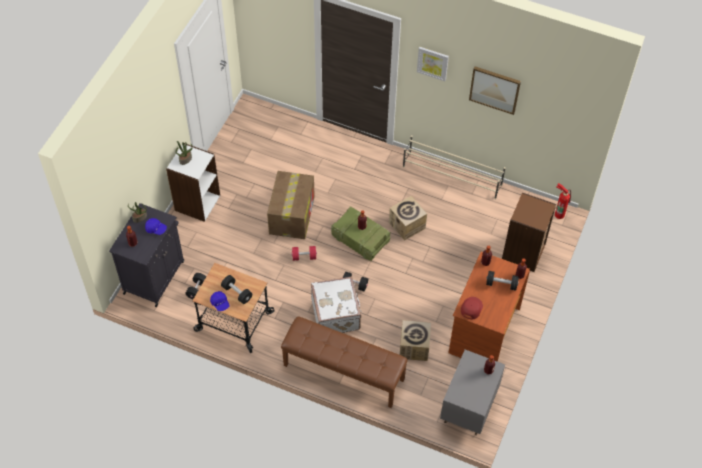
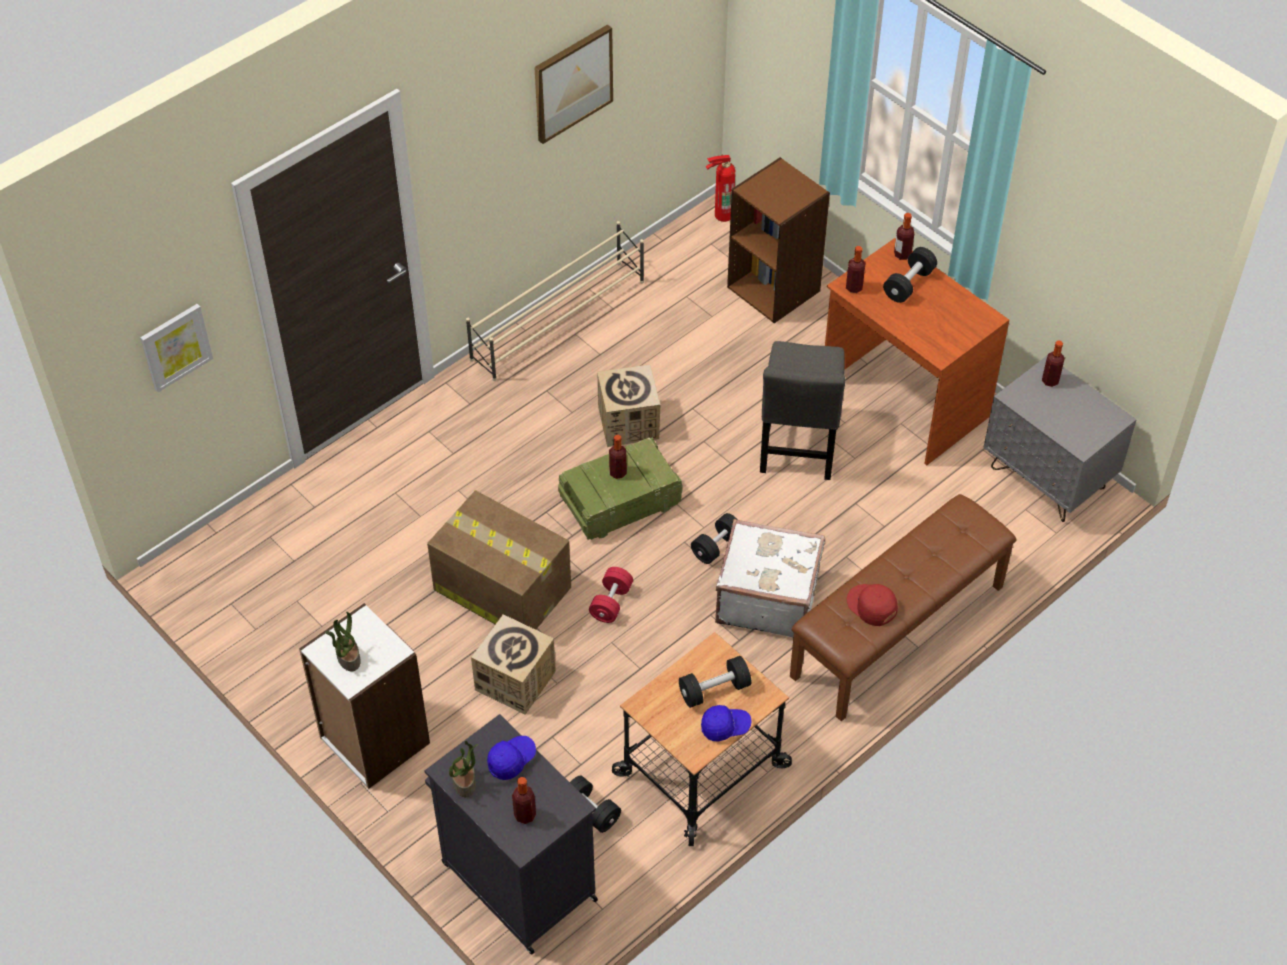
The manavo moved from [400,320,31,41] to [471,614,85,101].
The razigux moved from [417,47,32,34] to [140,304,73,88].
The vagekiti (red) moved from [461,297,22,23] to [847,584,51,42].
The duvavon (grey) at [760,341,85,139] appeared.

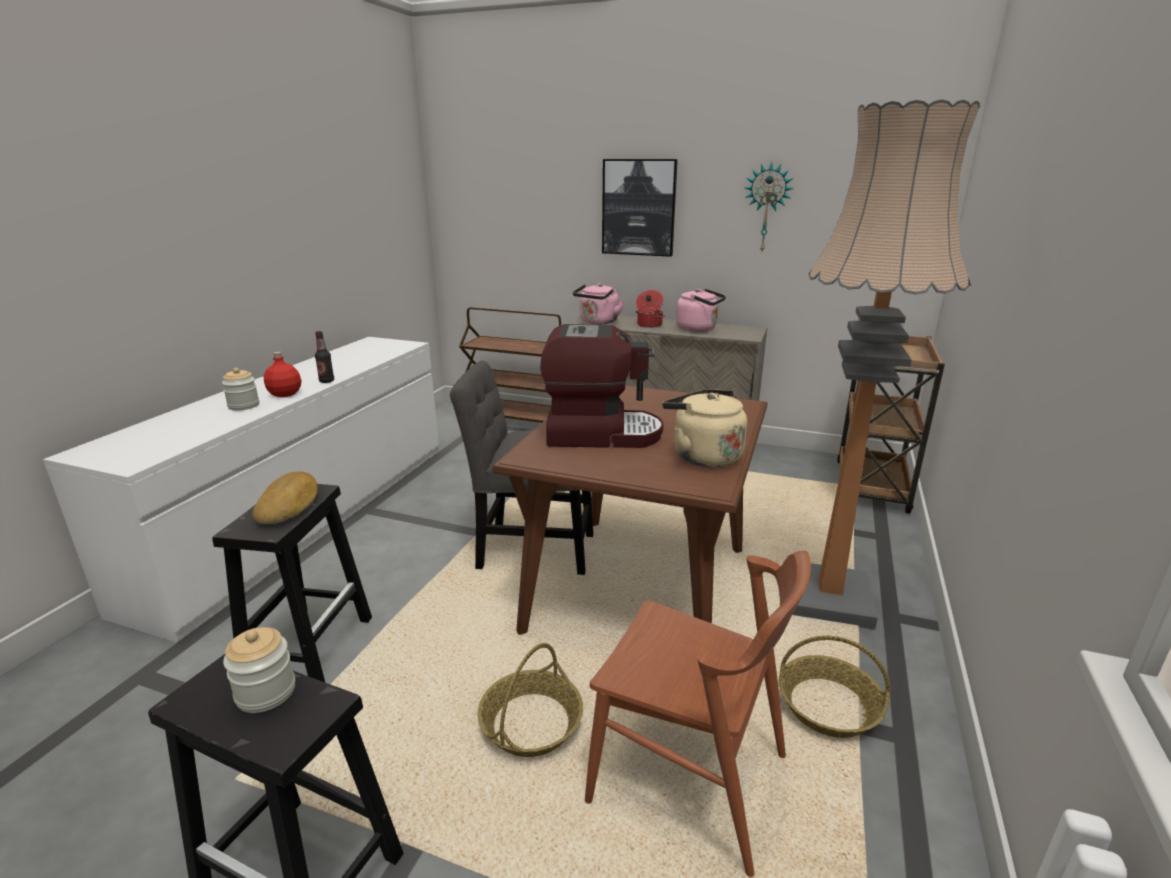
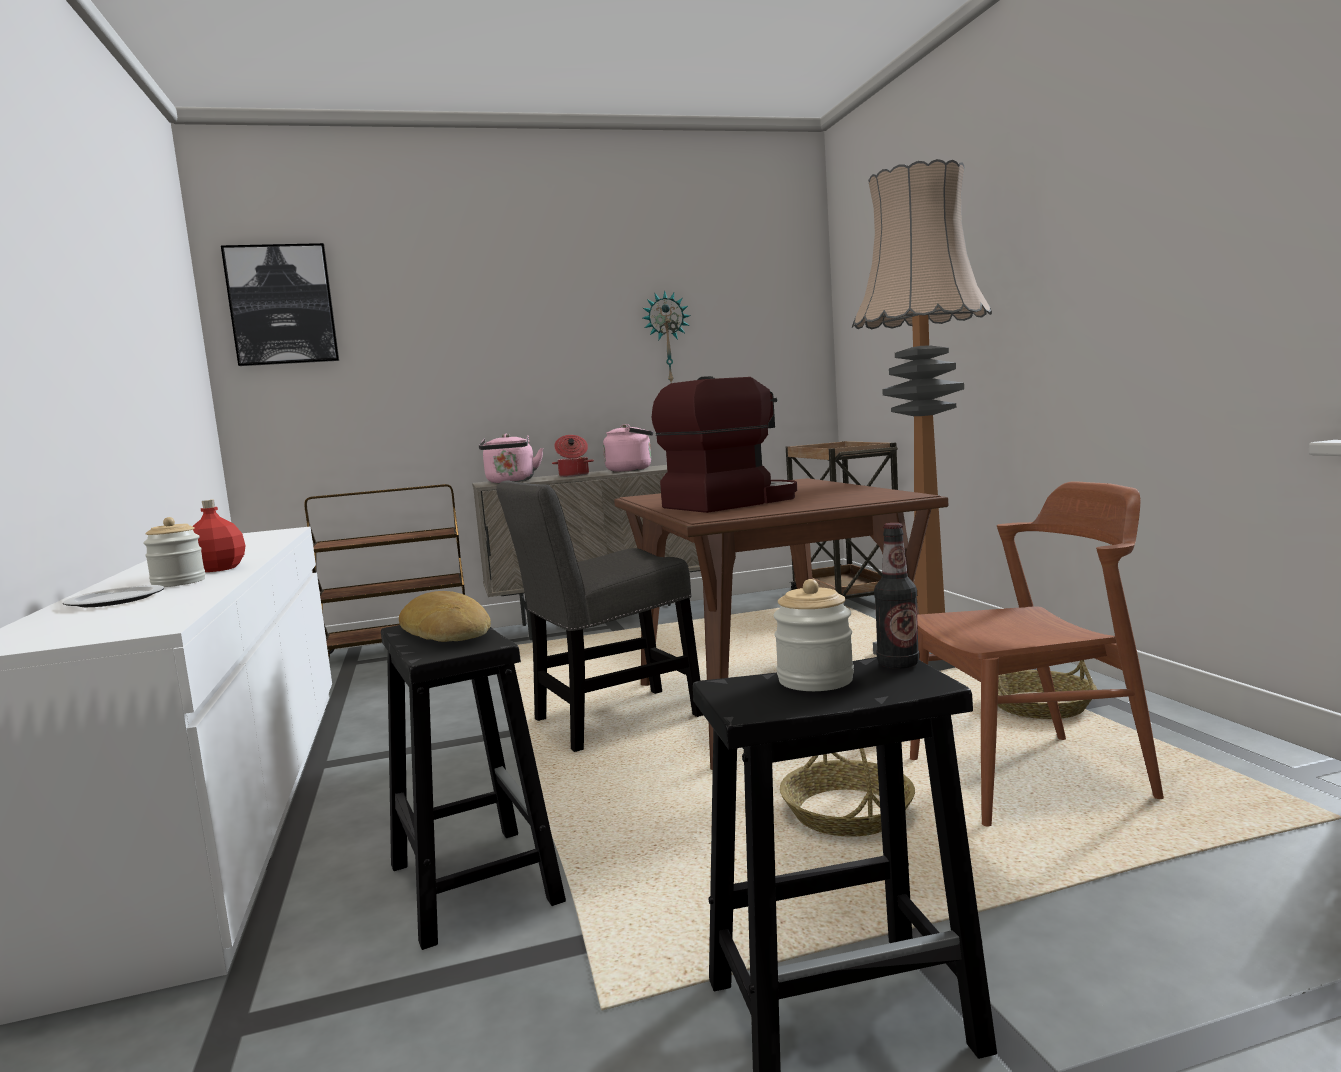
The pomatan moved from [315,331,19,52] to [874,523,45,146].
The razigux moved from [602,159,76,98] to [221,243,118,123].
The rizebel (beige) at [662,389,85,78] disappeared.
The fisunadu at [63,585,101,22] appeared.

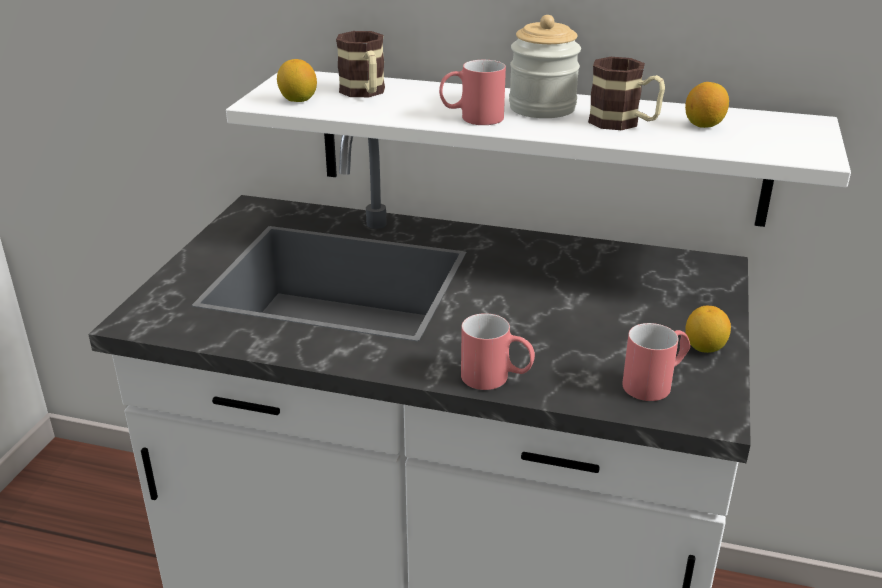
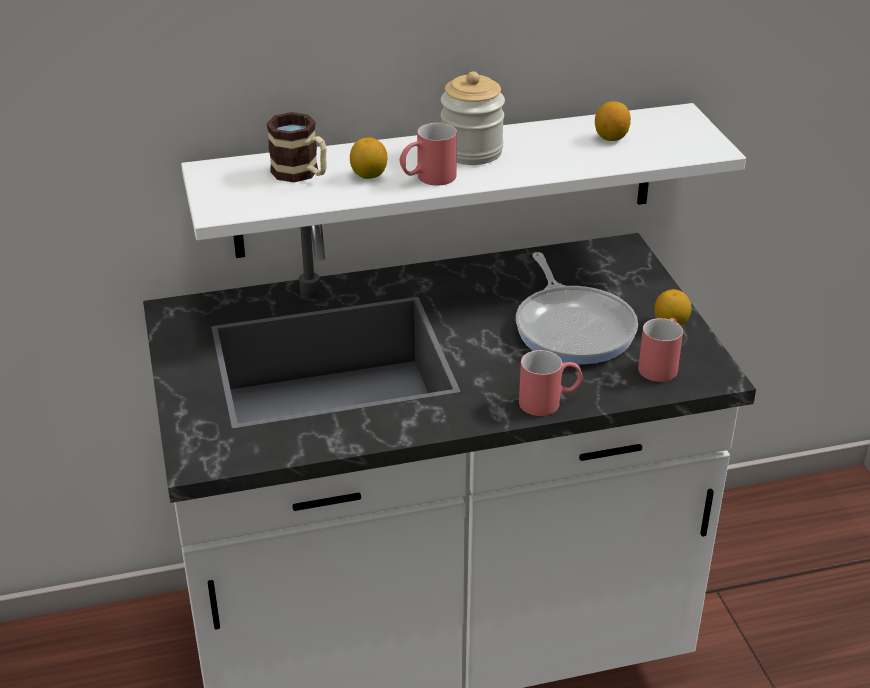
The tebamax moved from [277,59,40,43] to [350,137,37,42].
The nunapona at [588,57,77,73] disappeared.
The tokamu at [516,252,122,112] appeared.

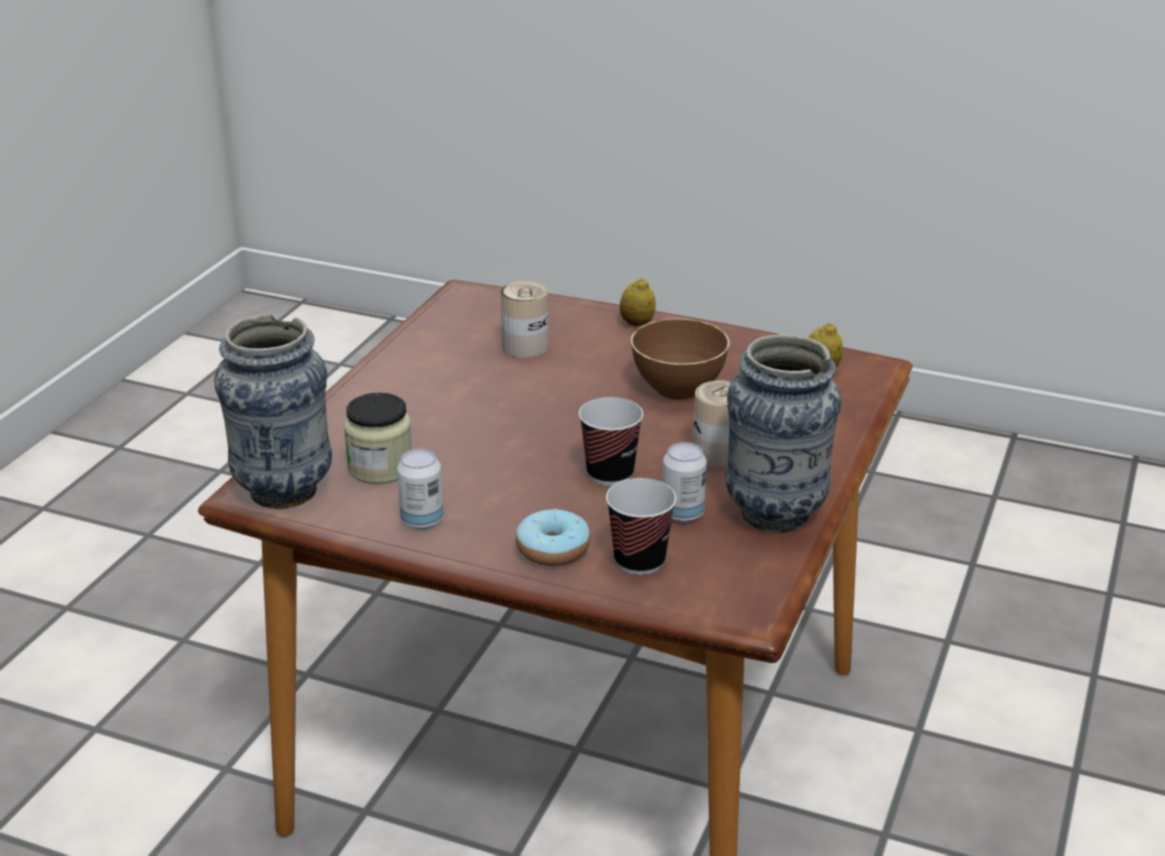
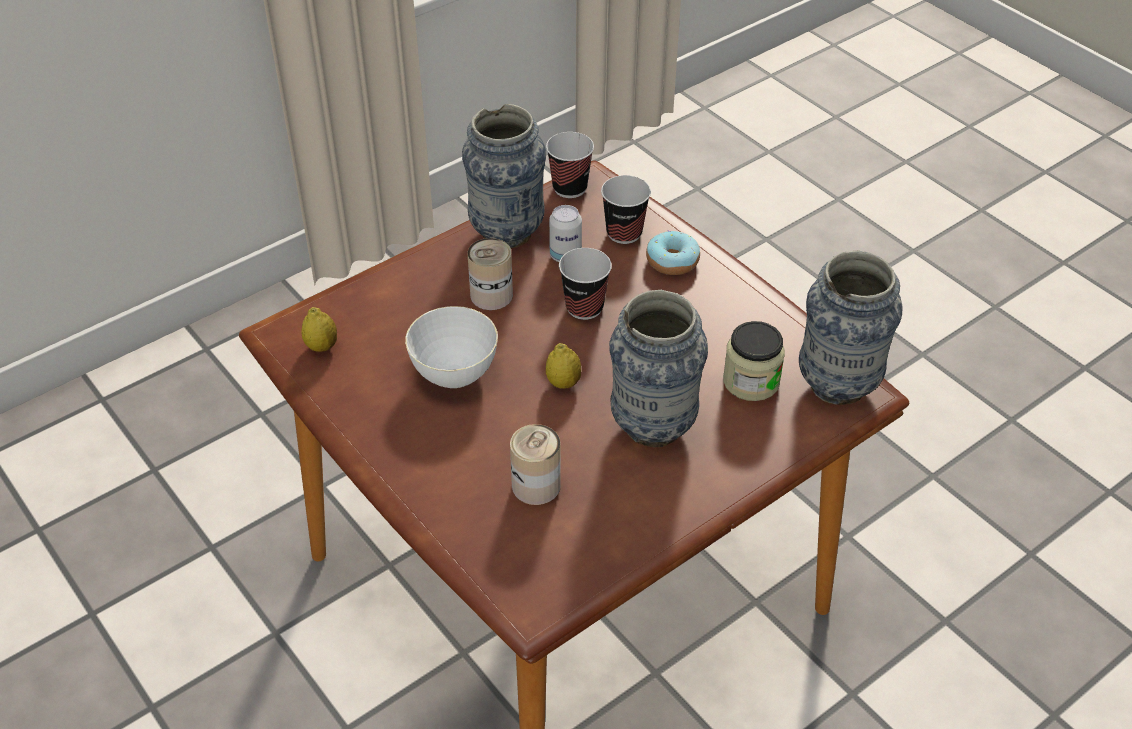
The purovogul at [397,449,47,80] disappeared.
The tebamax moved from [620,278,36,48] to [546,343,35,46].
The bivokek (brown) at [631,319,98,81] became the bivokek (white) at [405,306,93,82].
The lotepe at [546,132,48,66] appeared.
The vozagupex at [609,290,99,157] appeared.

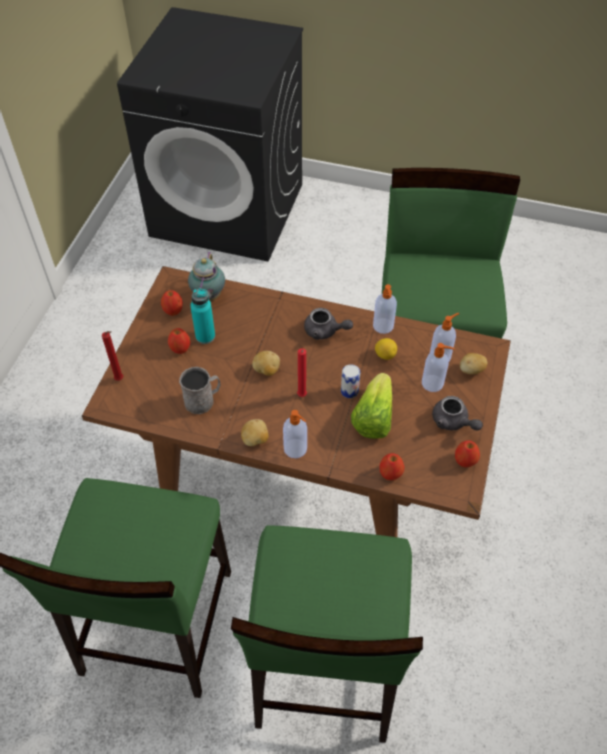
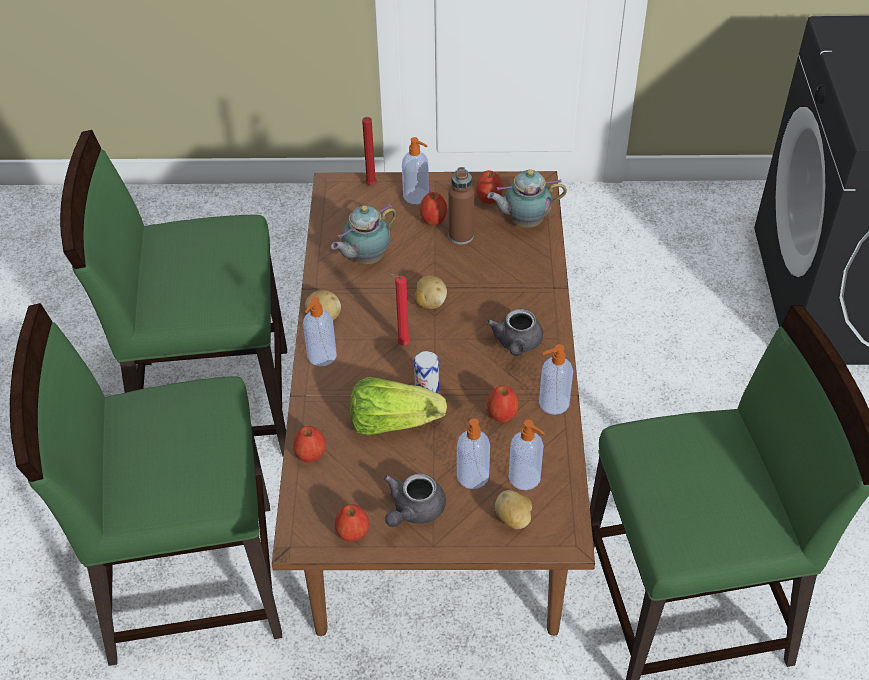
The nunapona (grey) at [179,367,41,47] was replaced by the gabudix at [331,204,65,60].
The pomatan (turquoise) at [190,288,25,56] became the pomatan (brown) at [449,167,26,77].
The tebamax at [375,338,22,22] was replaced by the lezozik at [487,385,31,38].
The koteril at [402,137,27,67] appeared.

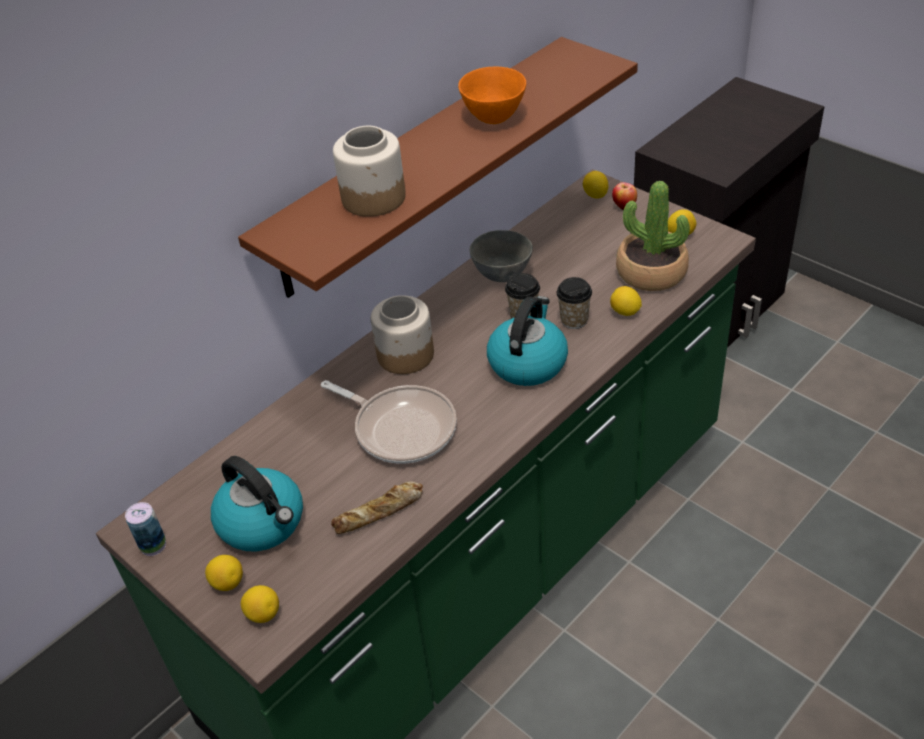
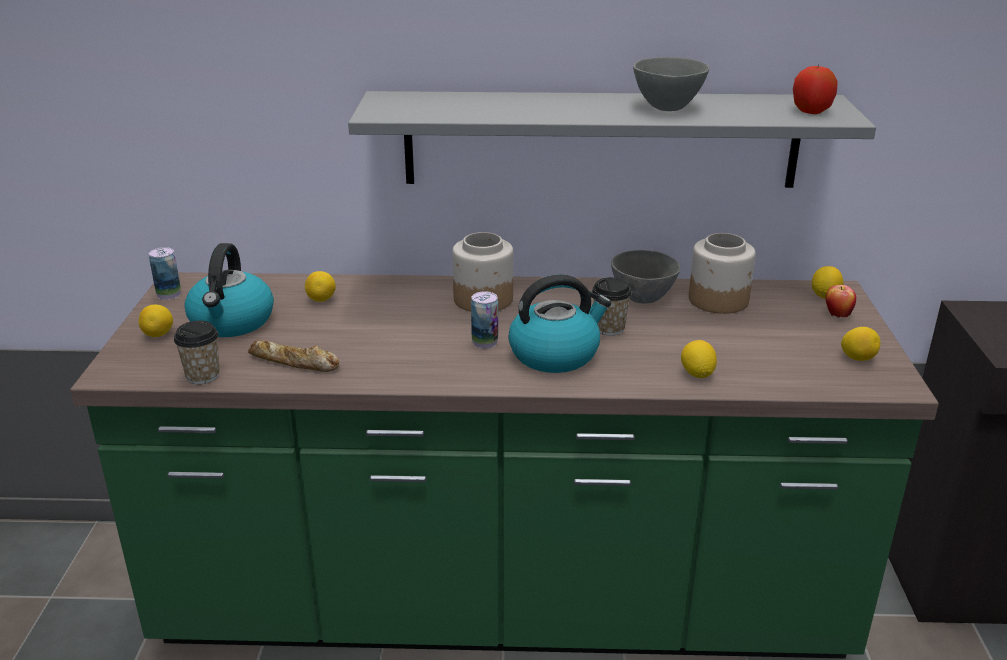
The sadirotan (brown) at [238,37,400,261] became the sadirotan (grey) at [348,91,528,97].
The tebamax moved from [241,585,38,38] to [305,271,31,31].
The tokamu at [321,380,136,84] disappeared.
The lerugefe moved from [333,126,73,91] to [689,233,67,81].
The bivokek (orange) at [458,67,68,57] became the bivokek (grey) at [633,57,76,54].
The lotepe moved from [557,277,35,52] to [174,321,46,63].
The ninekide at [616,181,74,110] disappeared.
The purovogul at [471,291,27,58] appeared.
The lezozik at [793,64,45,50] appeared.

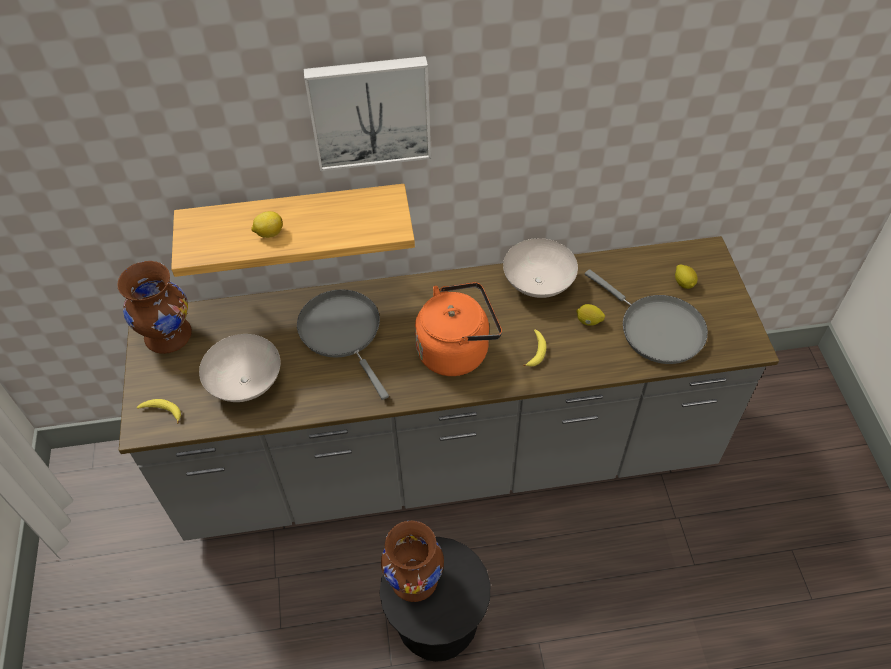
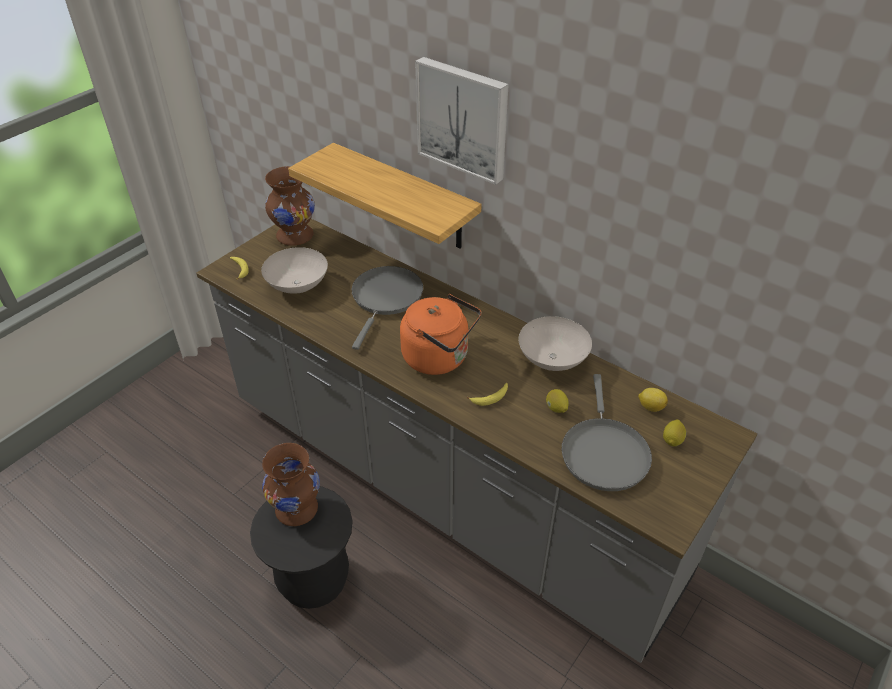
The tebamax moved from [251,211,32,27] to [638,388,30,24].

